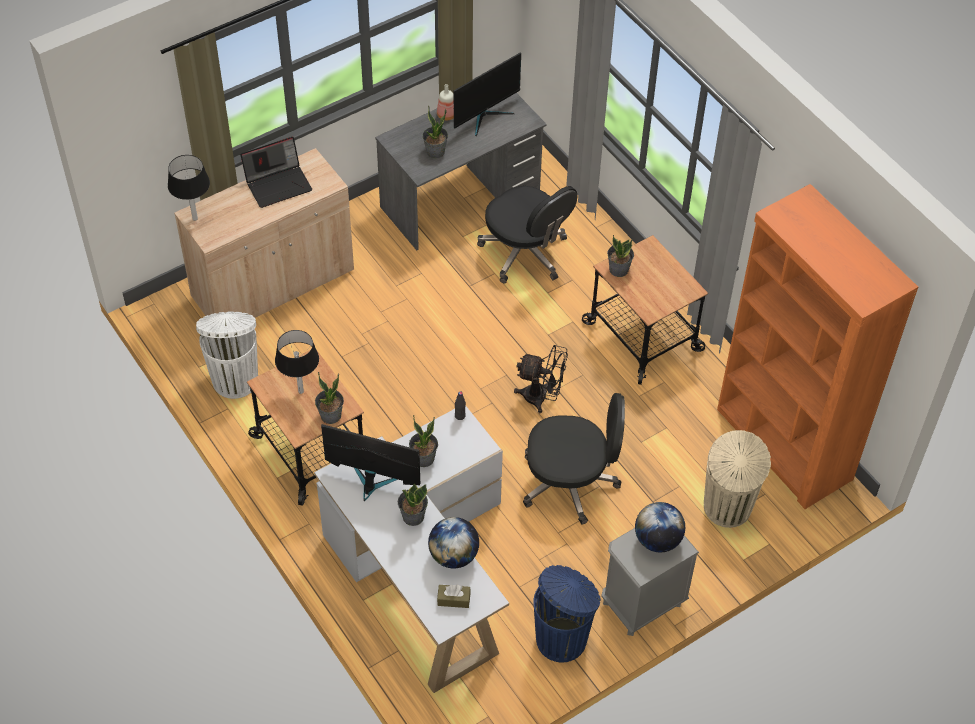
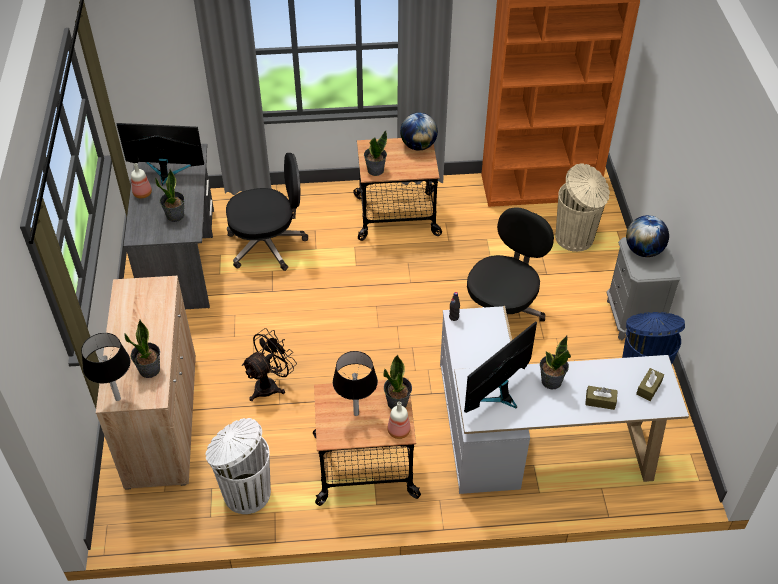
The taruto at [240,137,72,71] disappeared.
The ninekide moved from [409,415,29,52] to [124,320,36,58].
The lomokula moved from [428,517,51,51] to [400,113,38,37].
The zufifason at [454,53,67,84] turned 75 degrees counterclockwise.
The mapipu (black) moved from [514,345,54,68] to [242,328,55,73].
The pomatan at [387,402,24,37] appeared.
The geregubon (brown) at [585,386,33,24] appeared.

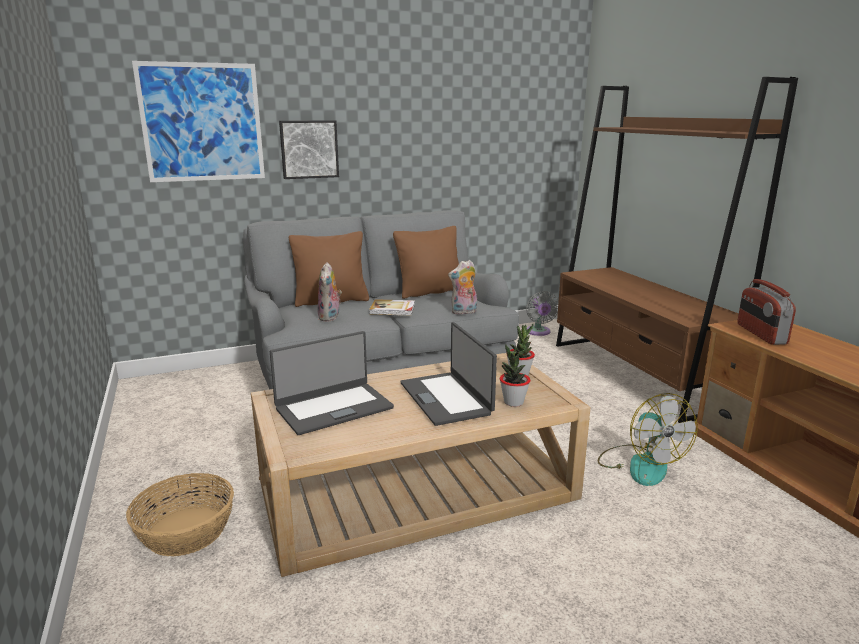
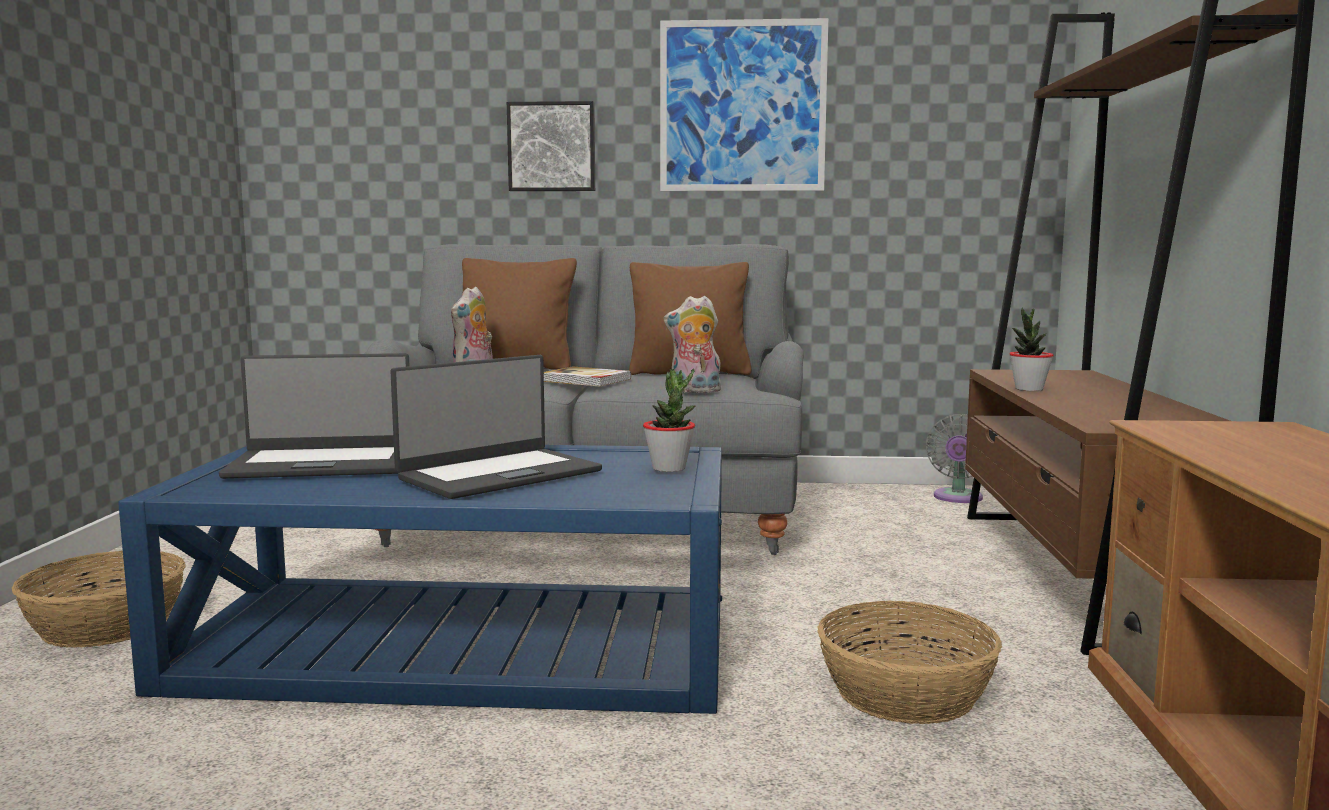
The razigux moved from [132,61,133,121] to [660,18,168,173].
The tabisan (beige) at [251,353,339,224] became the tabisan (blue) at [118,445,604,269].
The taruto at [400,322,97,104] turned 135 degrees counterclockwise.
The ninekide moved from [500,344,31,63] to [1009,308,45,83].
The mapipu at [598,393,100,93] was replaced by the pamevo at [817,601,185,123].
The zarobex at [737,279,59,66] disappeared.

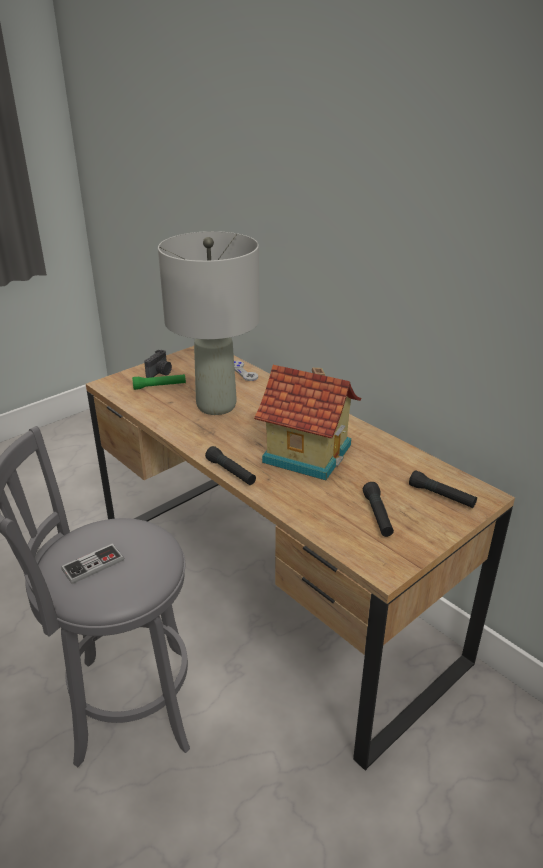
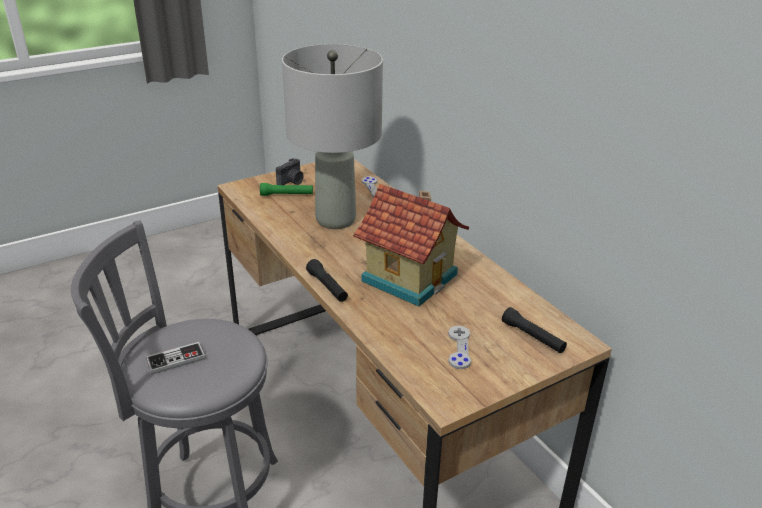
The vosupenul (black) at [363,482,31,55] was replaced by the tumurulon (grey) at [448,326,23,43].

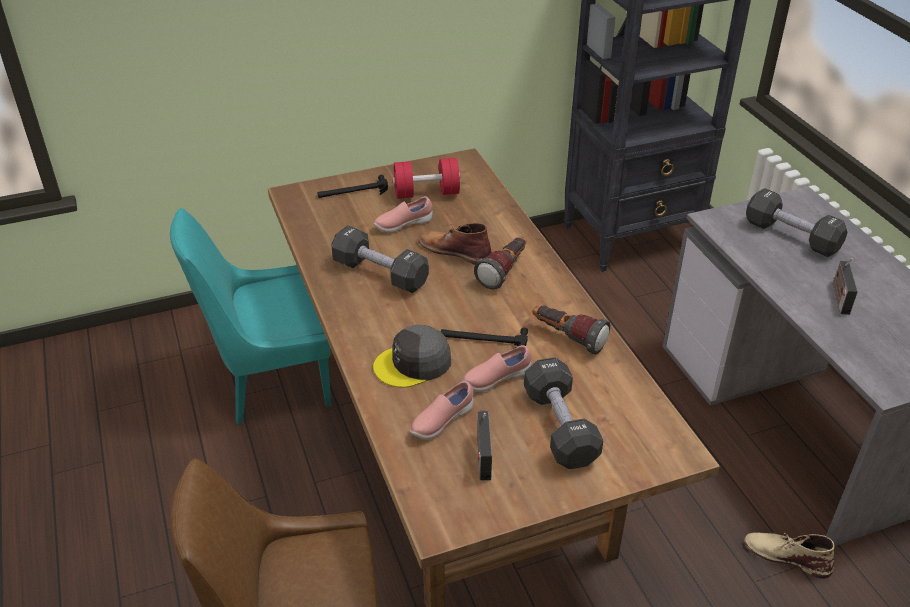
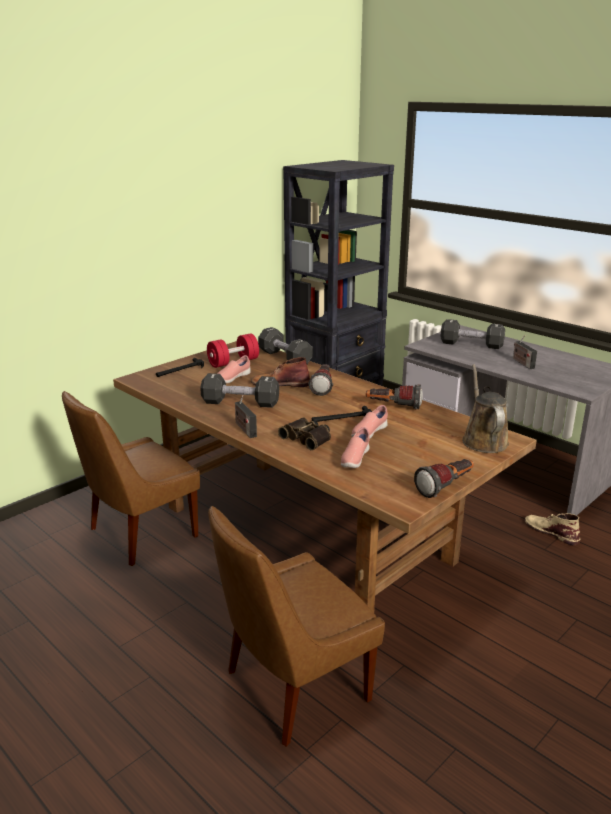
The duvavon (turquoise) at [170,208,161,217] became the duvavon (brown) at [62,391,138,175].
The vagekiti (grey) at [373,324,78,64] was replaced by the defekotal at [278,417,53,33].
The zarobex moved from [477,410,15,70] to [235,395,22,43].
The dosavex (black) moved from [524,357,79,112] to [258,327,55,37].
The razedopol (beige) at [744,532,91,47] turned 45 degrees clockwise.
The vosupenul at [414,459,60,39] appeared.
The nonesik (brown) at [462,364,47,89] appeared.

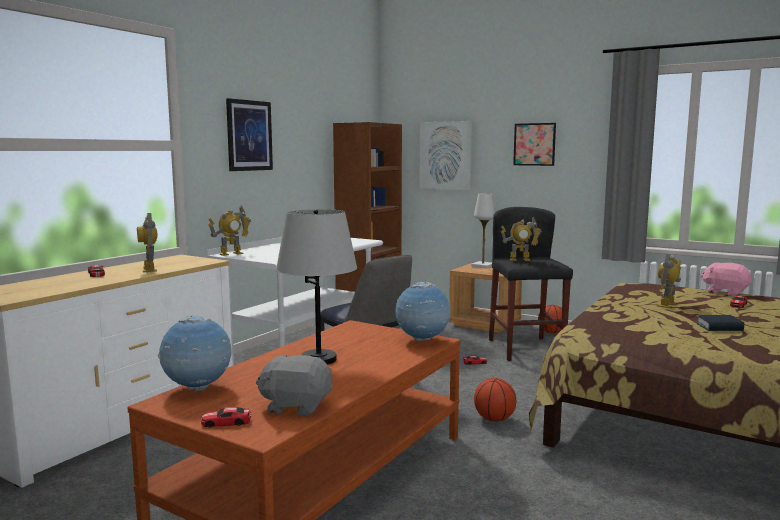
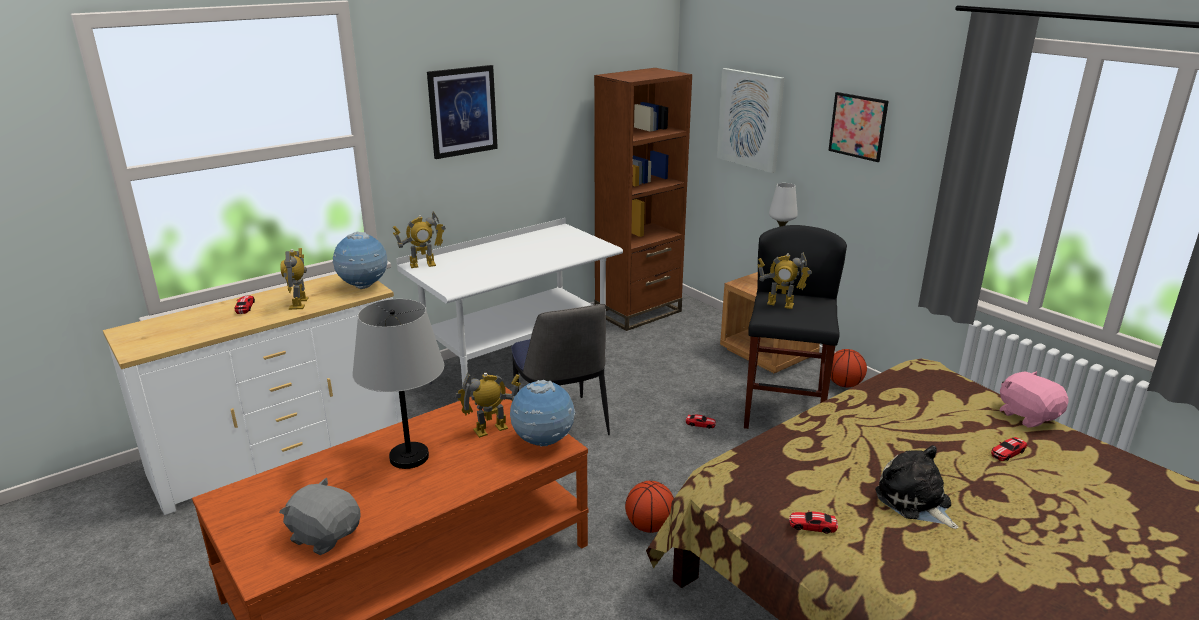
The lomokula moved from [158,315,74,76] to [333,231,54,58].
The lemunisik moved from [201,407,50,21] to [789,510,49,24].
The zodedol moved from [657,254,24,54] to [455,373,66,65].
The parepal at [696,315,48,16] was replaced by the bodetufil at [875,445,84,84].

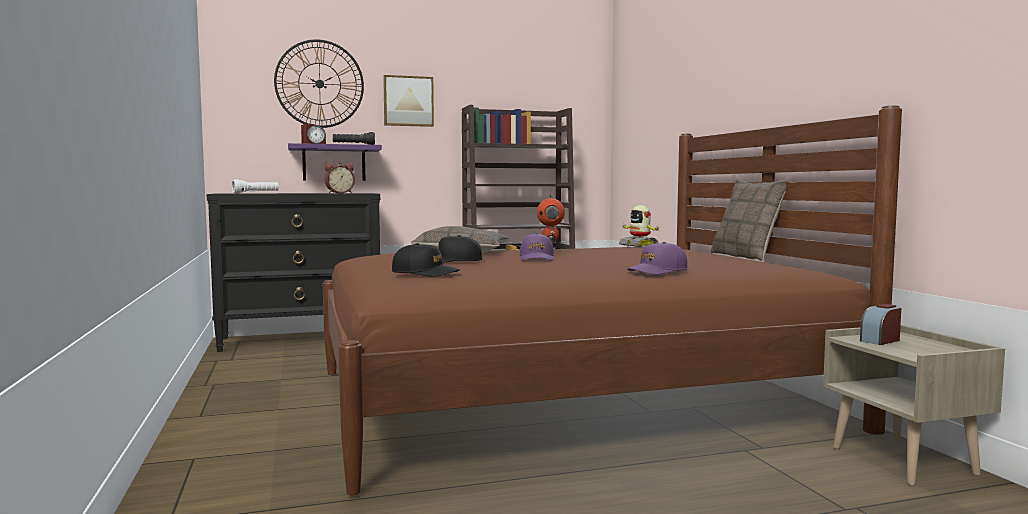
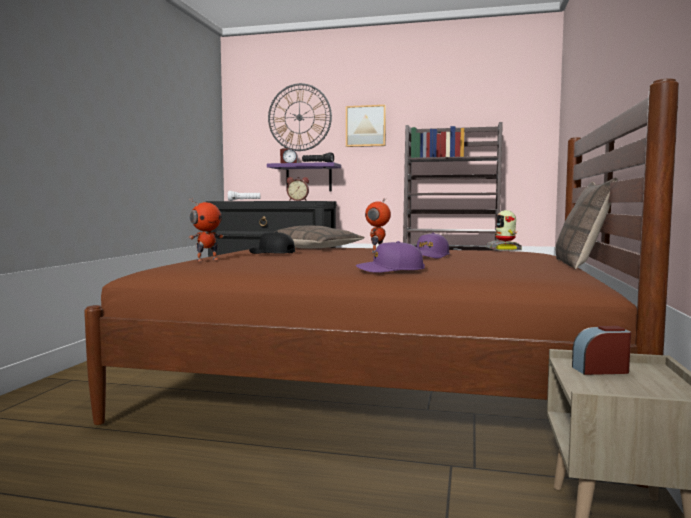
The vagekiti (black) at [392,243,68,34] was replaced by the zodedol at [189,198,35,63].
The vagekiti (purple) moved from [520,233,34,28] to [416,233,34,26].

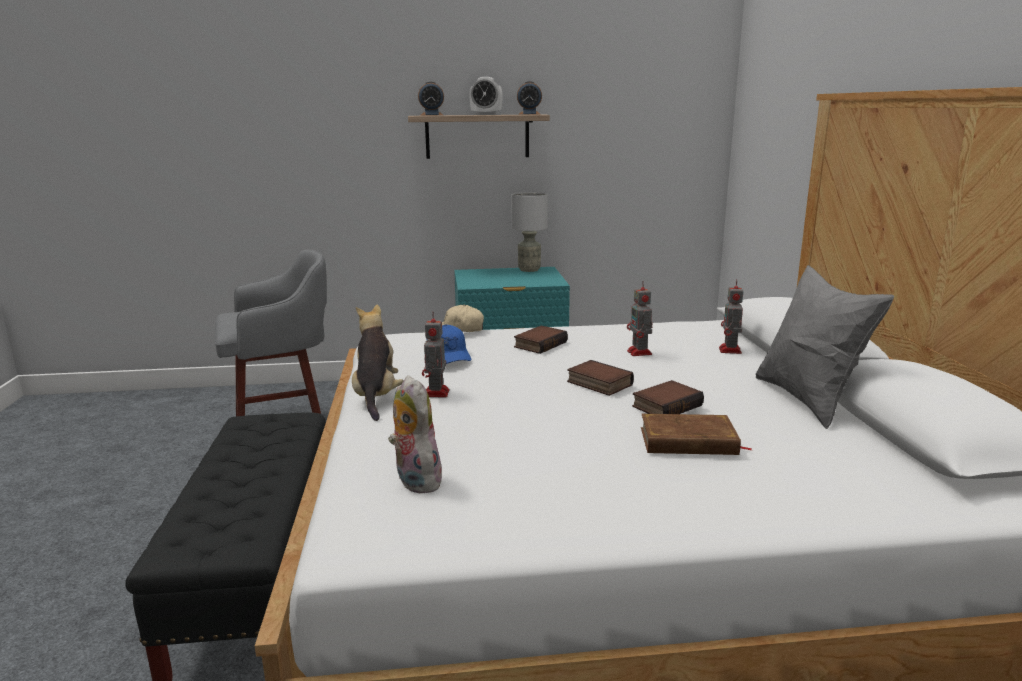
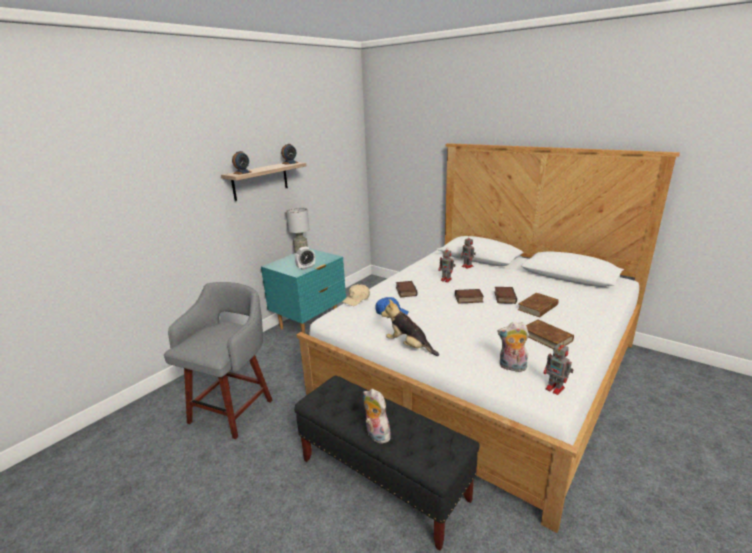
The zodedol moved from [422,312,27,85] to [544,342,29,53].
The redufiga moved from [469,77,34,38] to [295,247,20,23].
The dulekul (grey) at [756,265,138,164] disappeared.
The bodetufil at [363,389,28,55] appeared.
The parepal (brown) at [526,319,48,30] appeared.

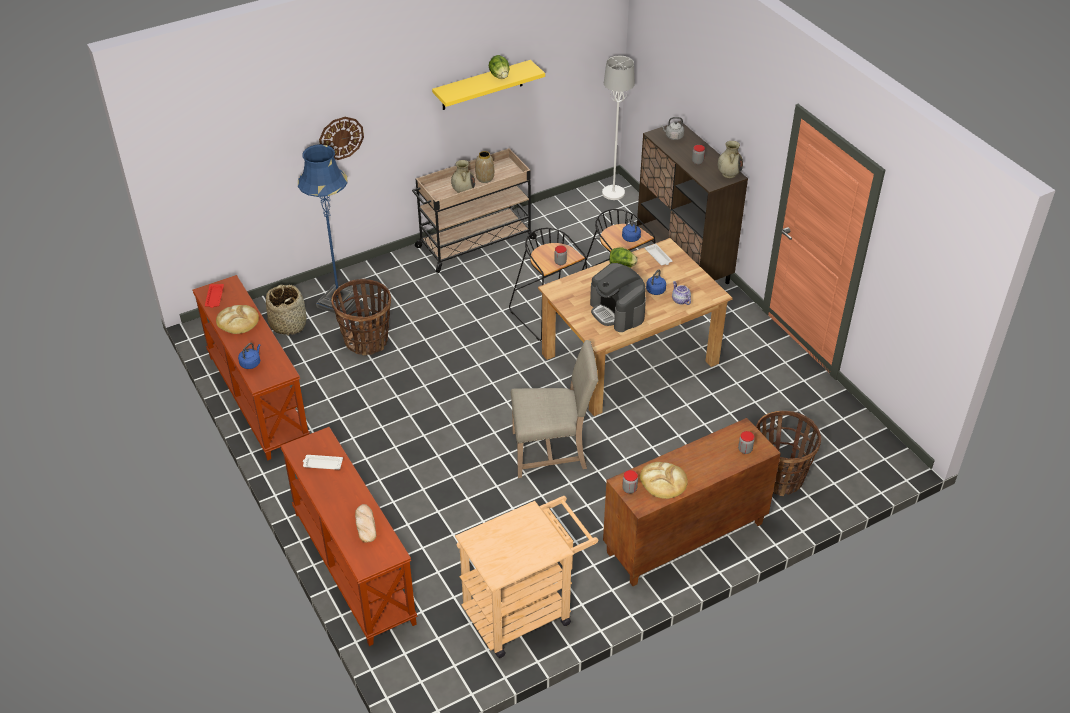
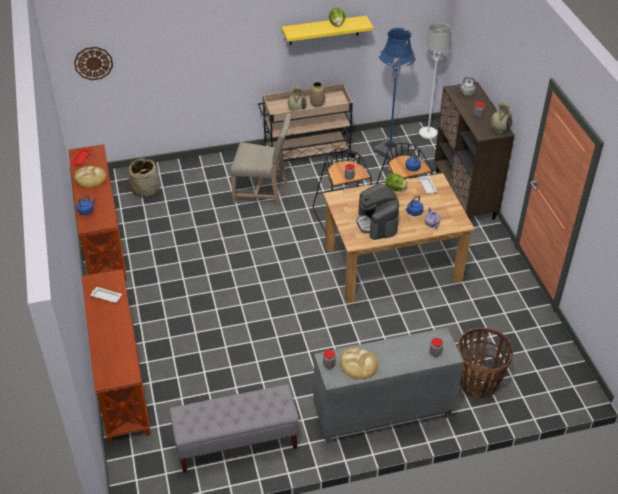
The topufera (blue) moved from [298,144,63,170] to [373,28,43,133].
The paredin moved from [319,117,45,43] to [74,47,39,33].
The pamevo at [331,279,60,77] disappeared.
The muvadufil at [355,504,21,39] disappeared.
The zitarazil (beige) at [455,496,143,162] was replaced by the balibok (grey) at [170,384,129,89].
The duvavon (beige) moved from [511,340,88,138] to [230,113,62,93].
The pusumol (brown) at [603,418,178,168] became the pusumol (grey) at [313,328,151,116].

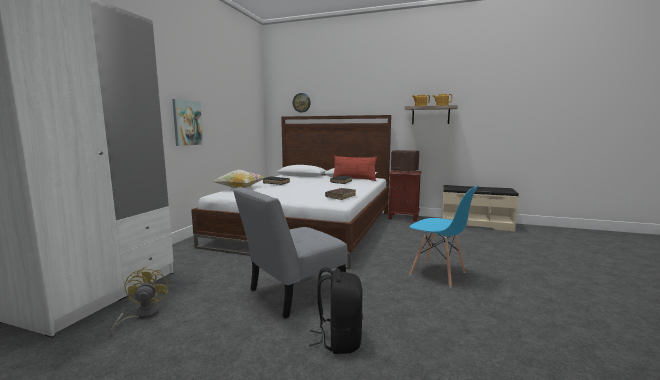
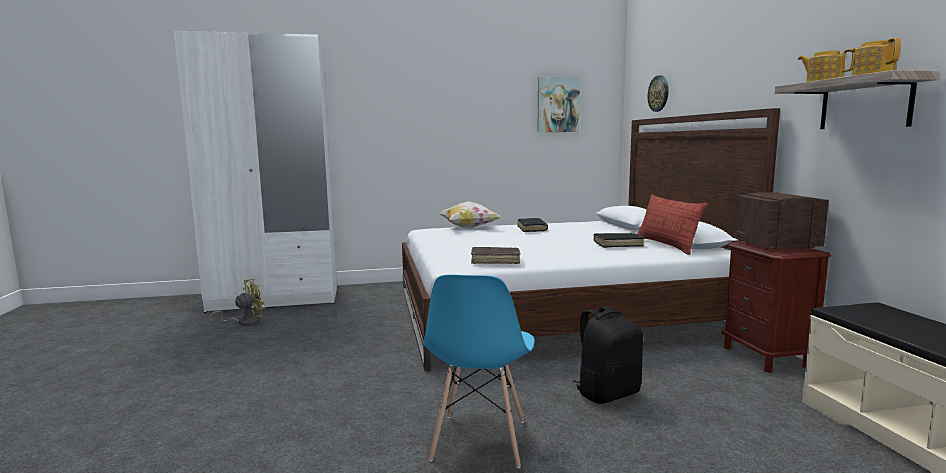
The razigux moved from [172,99,31,47] to [537,77,43,55].
The duvavon (grey) at [233,187,115,132] disappeared.
The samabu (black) moved from [309,267,54,87] to [573,306,70,98].

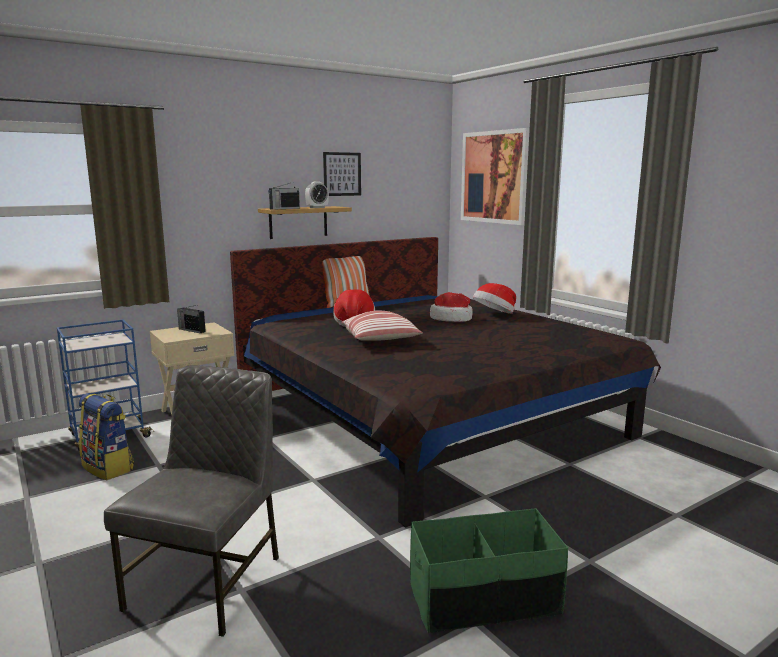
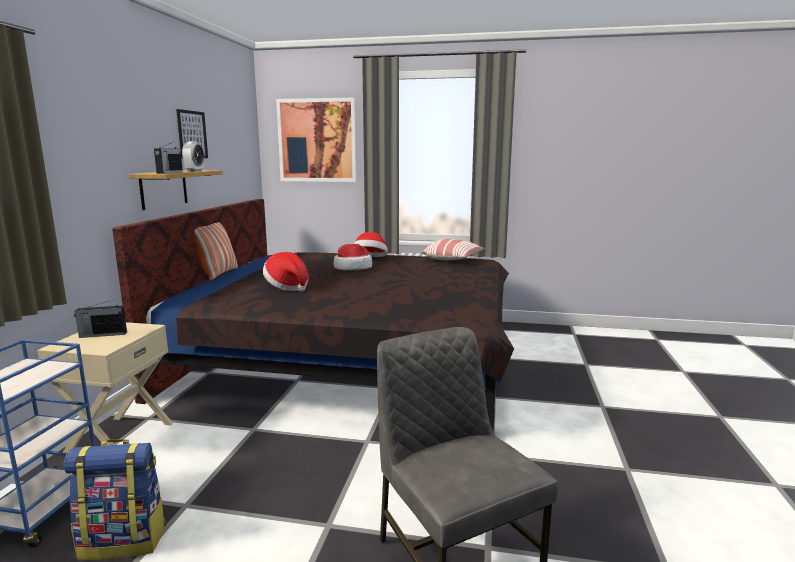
The dulekul moved from [341,311,81,30] to [421,239,64,22].
The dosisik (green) at [410,508,158,125] disappeared.

